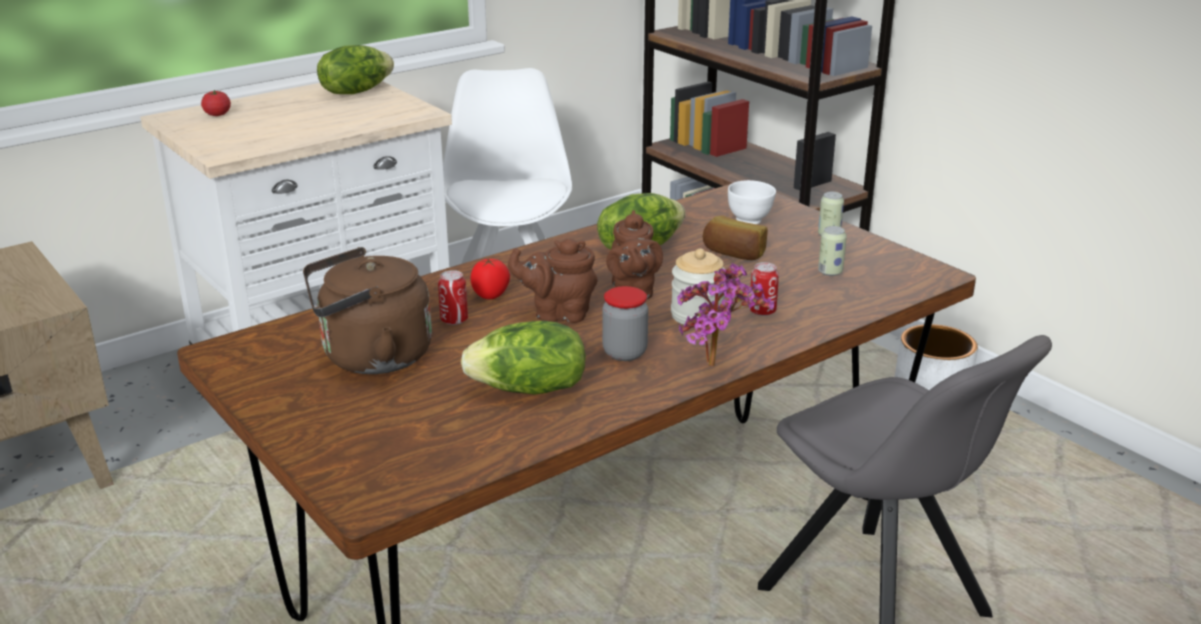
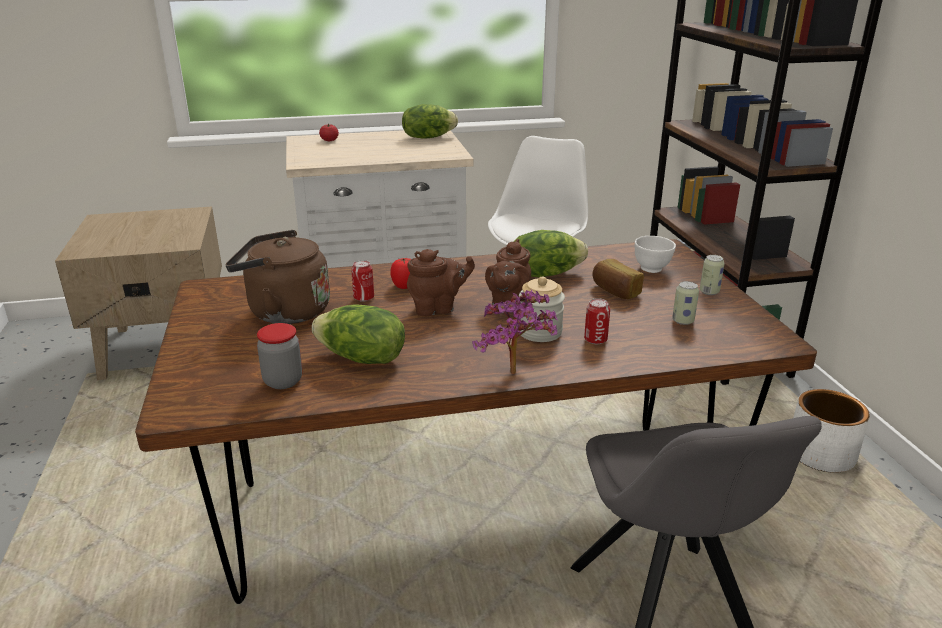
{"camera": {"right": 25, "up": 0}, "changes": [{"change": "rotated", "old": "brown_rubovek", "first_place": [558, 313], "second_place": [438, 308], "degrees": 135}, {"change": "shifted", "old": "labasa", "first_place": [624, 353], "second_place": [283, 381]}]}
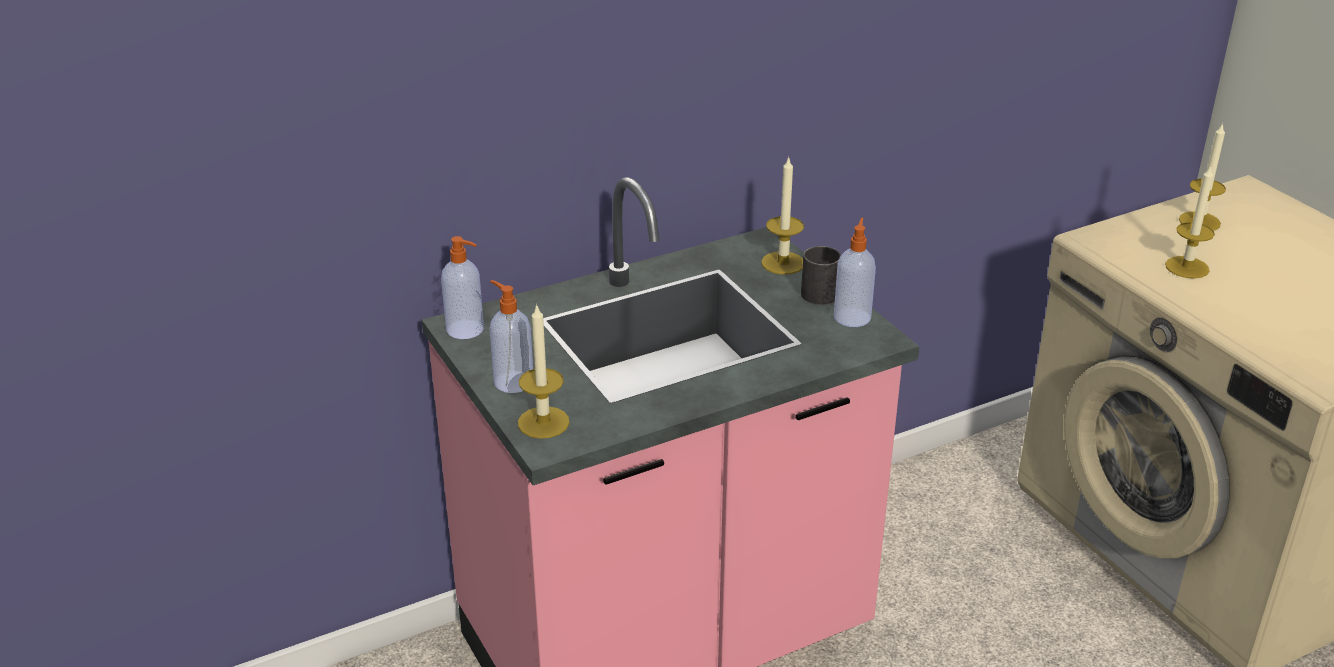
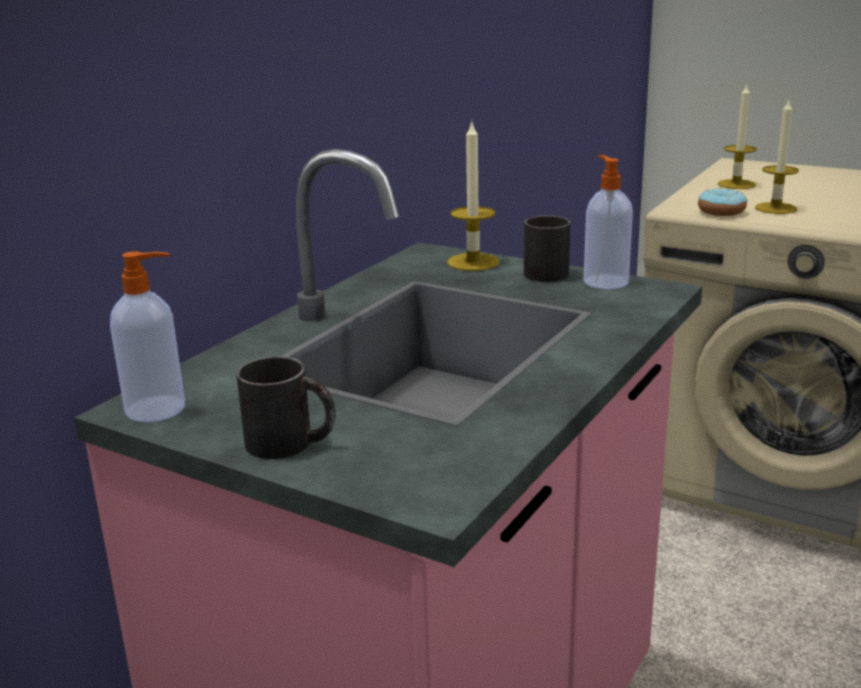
{"camera": {"right": -30, "up": -10}, "changes": [{"change": "swapped", "old": "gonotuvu", "new": "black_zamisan", "first_place": [512, 381], "second_place": [292, 443]}, {"change": "gone", "old": "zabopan", "first_place": [543, 422]}, {"change": "new", "new": "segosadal", "second_place": [721, 211]}]}
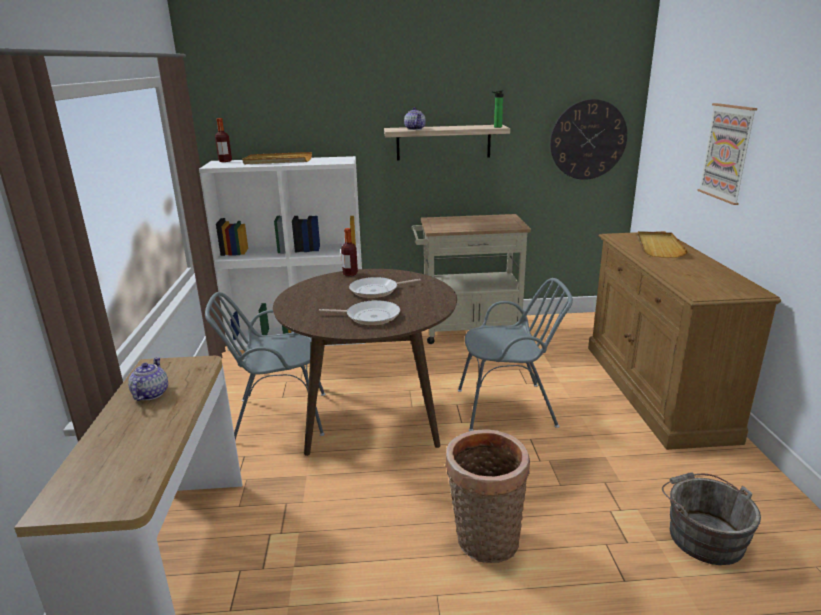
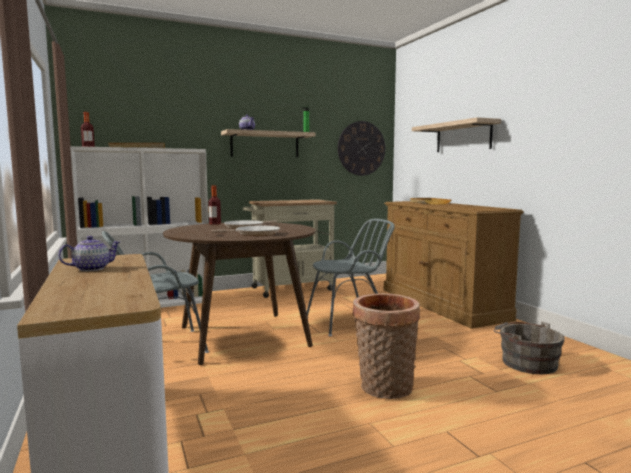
{"camera": {"right": -20, "up": -15}, "changes": [{"change": "swapped", "old": "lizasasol", "new": "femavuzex", "first_place": [727, 152], "second_place": [463, 137]}, {"change": "rotated", "old": "rubovek", "first_place": [150, 394], "second_place": [91, 268], "degrees": 75}]}
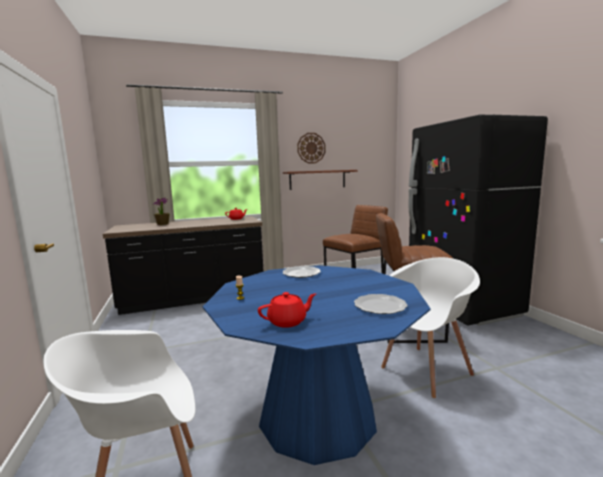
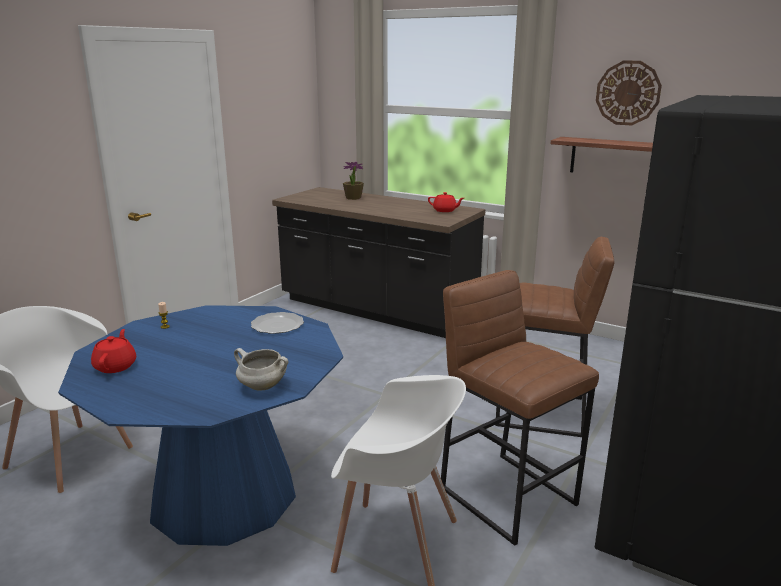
{"camera": {"right": 50, "up": 10}, "changes": [{"change": "rotated", "old": "red_rubovek", "first_place": [288, 321], "second_place": [116, 366], "degrees": -120}, {"change": "gone", "old": "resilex", "first_place": [380, 306]}, {"change": "new", "new": "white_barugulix", "second_place": [261, 387]}]}
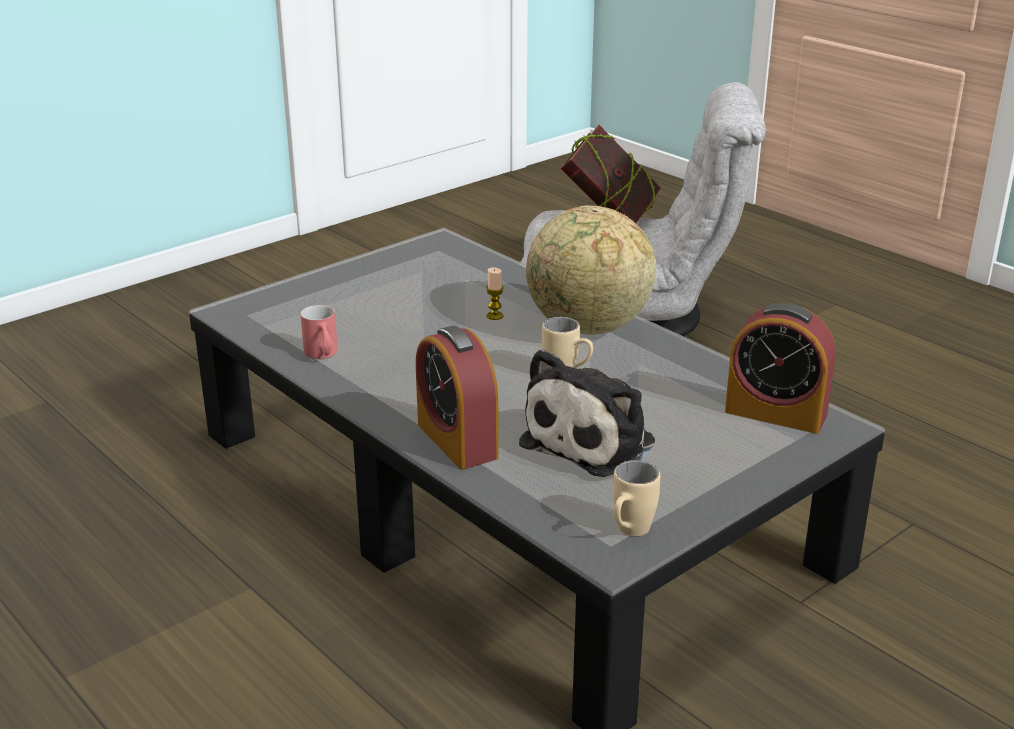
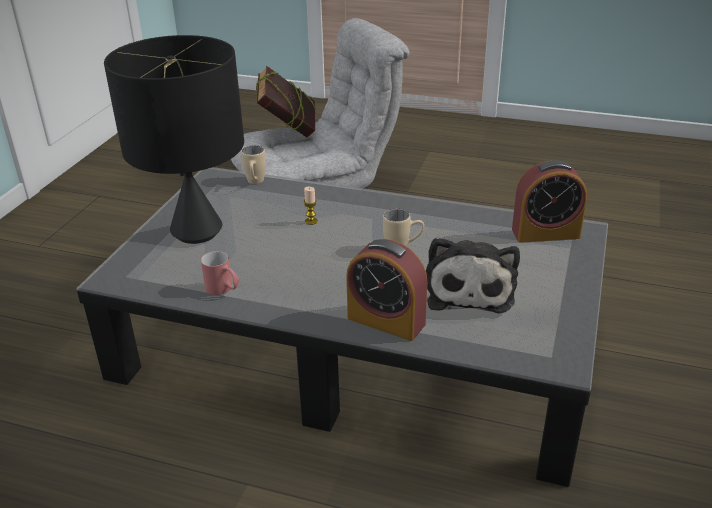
{"camera": {"right": -30, "up": 5}, "changes": [{"change": "gone", "old": "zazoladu", "first_place": [588, 328]}, {"change": "shifted", "old": "beige_zamisan", "first_place": [629, 533], "second_place": [255, 183]}, {"change": "new", "new": "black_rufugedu", "second_place": [197, 233]}]}
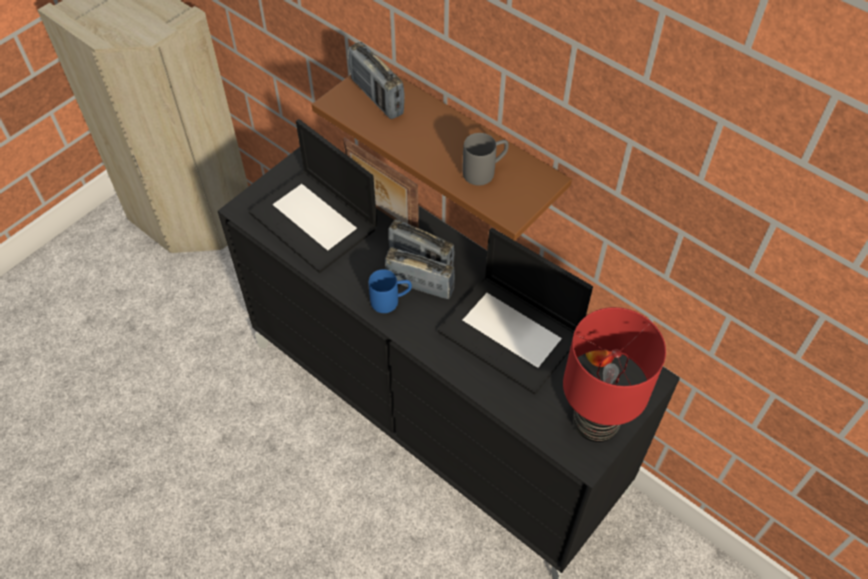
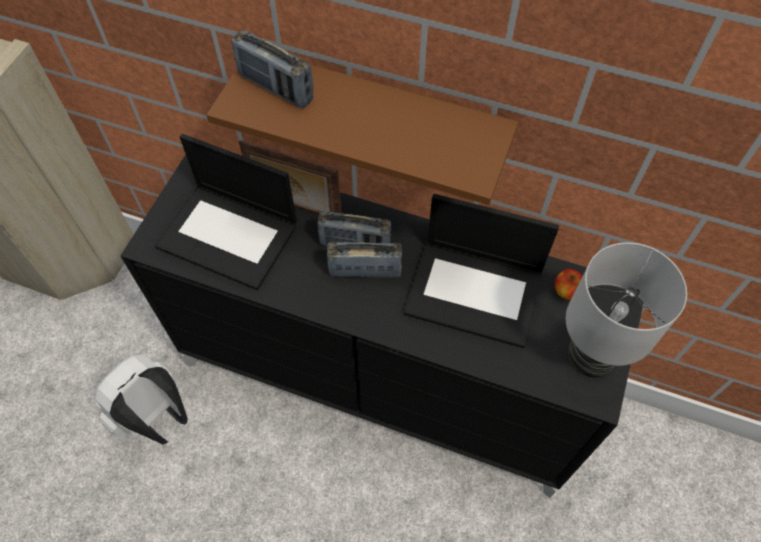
{"camera": {"right": -20, "up": 5}, "changes": [{"change": "gone", "old": "grey_zamisan", "first_place": [485, 171]}, {"change": "gone", "old": "blue_zamisan", "first_place": [391, 301]}, {"change": "repainted", "old": "red_rufugedu", "new": "grey_rufugedu", "first_place": [595, 421], "second_place": [591, 355]}, {"change": "new", "new": "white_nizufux", "second_place": [156, 417]}]}
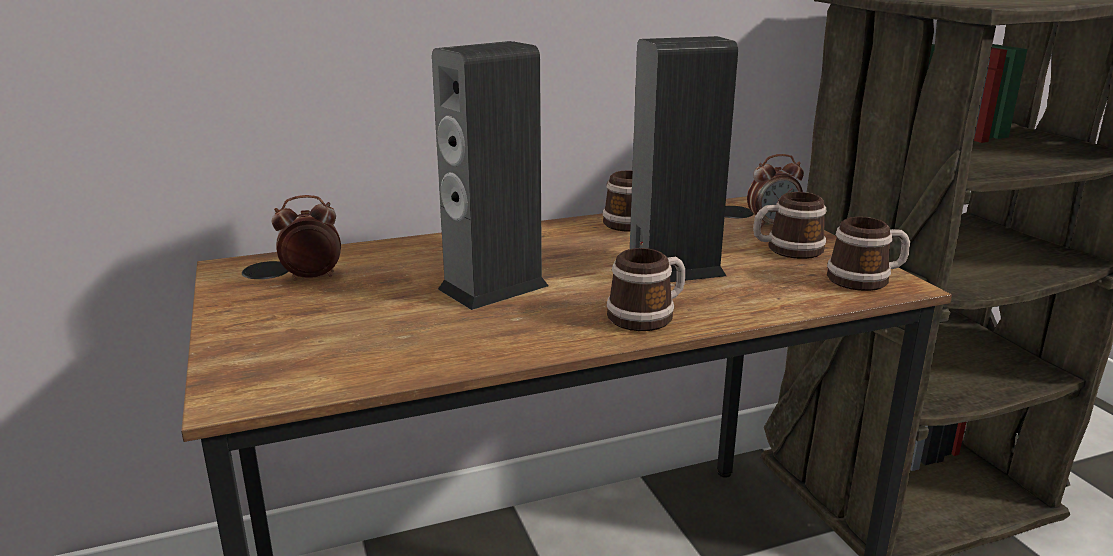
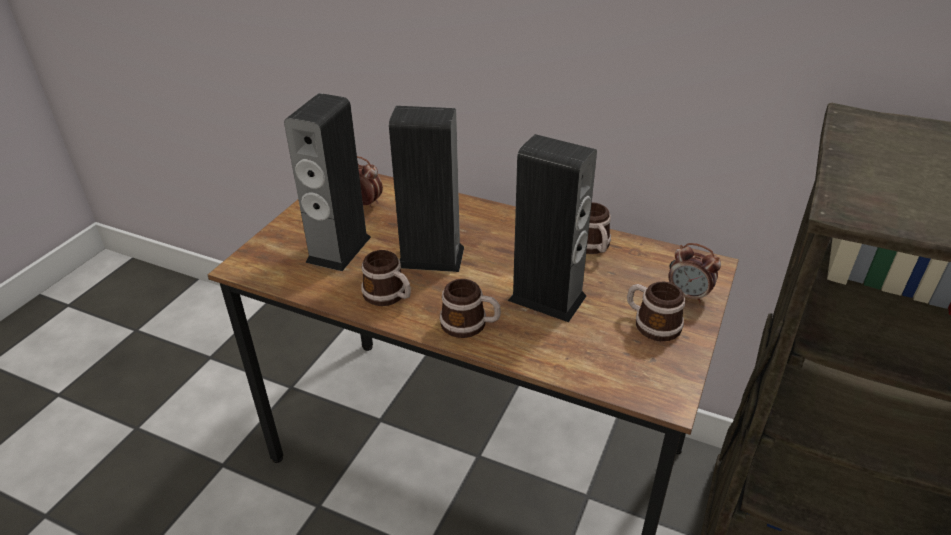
{"camera": {"right": 45, "up": 15}, "changes": [{"change": "shifted", "old": "zamisan", "first_place": [866, 279], "second_place": [389, 296]}, {"change": "new", "new": "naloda", "second_place": [339, 249]}]}
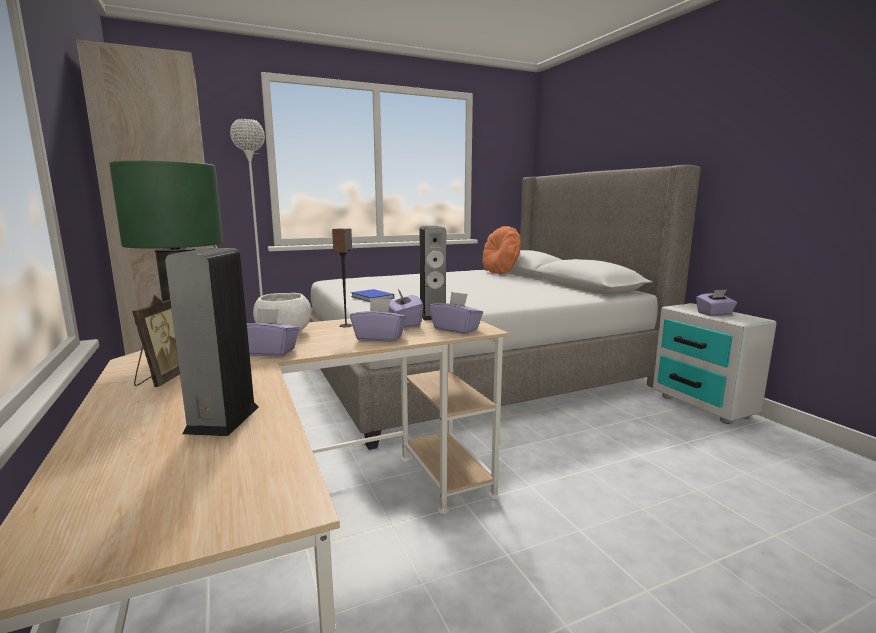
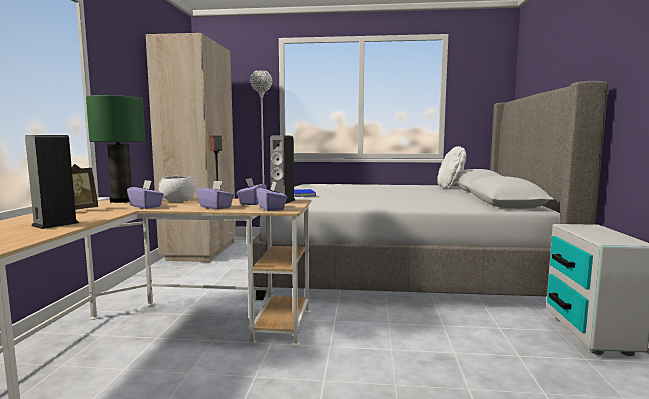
{"camera": {"right": 30, "up": -5}, "changes": [{"change": "repainted", "old": "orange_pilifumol", "new": "white_pilifumol", "first_place": [500, 273], "second_place": [450, 188]}, {"change": "gone", "old": "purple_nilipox", "first_place": [714, 314]}]}
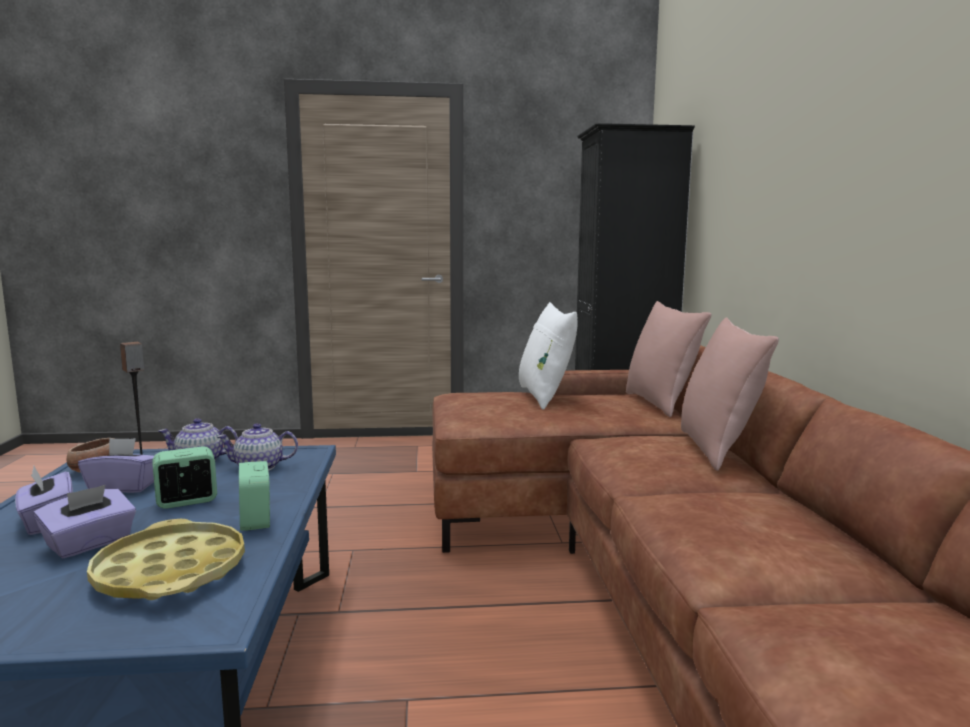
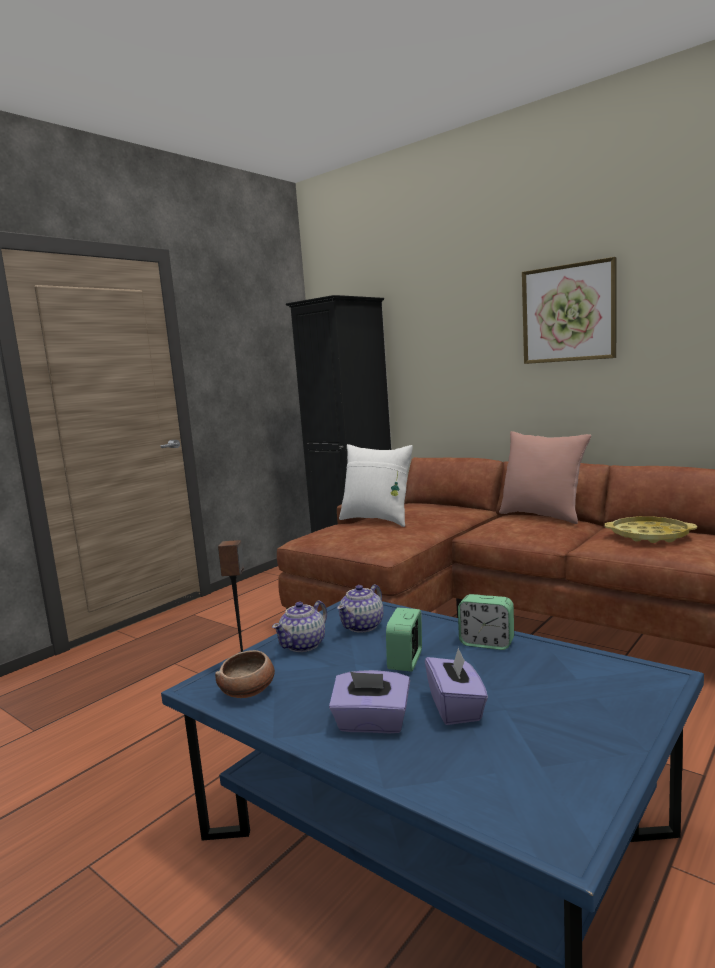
{"camera": {"right": -45, "up": 0}, "changes": [{"change": "gone", "old": "pink_pilifumol", "first_place": [660, 404]}, {"change": "gone", "old": "purple_nilipox", "first_place": [123, 487]}, {"change": "shifted", "old": "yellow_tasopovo", "first_place": [171, 571], "second_place": [649, 535]}, {"change": "new", "new": "lizasasol", "second_place": [568, 313]}]}
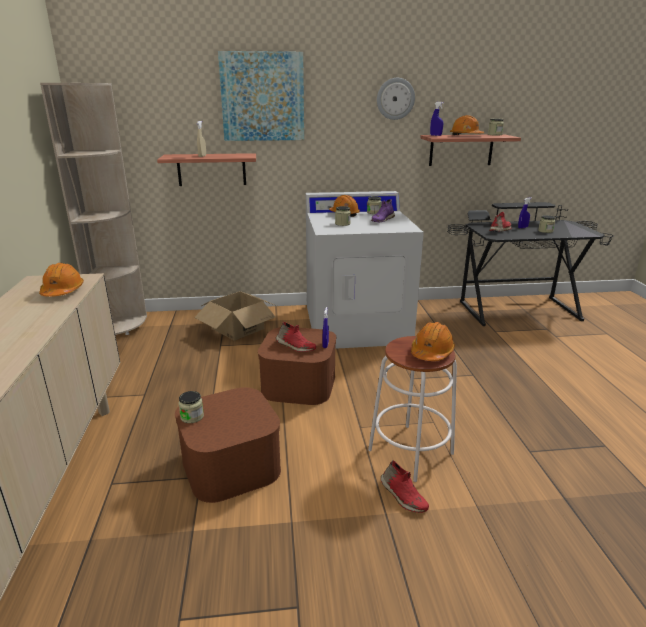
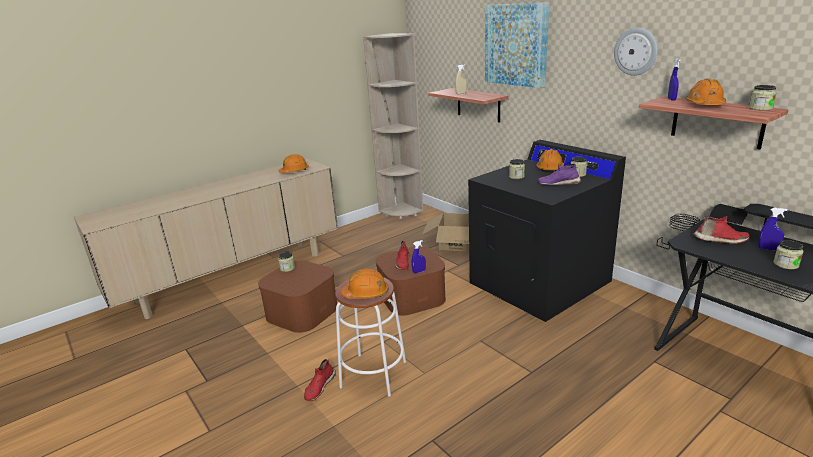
{"camera": {"right": 60, "up": 0}, "changes": [{"change": "repainted", "old": "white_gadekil", "new": "black_gadekil", "first_place": [357, 324], "second_place": [540, 282]}]}
